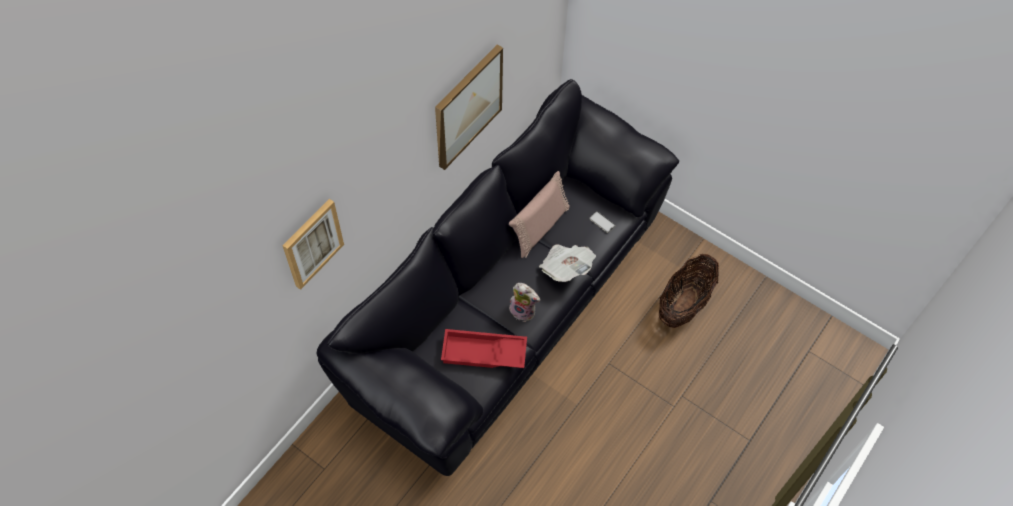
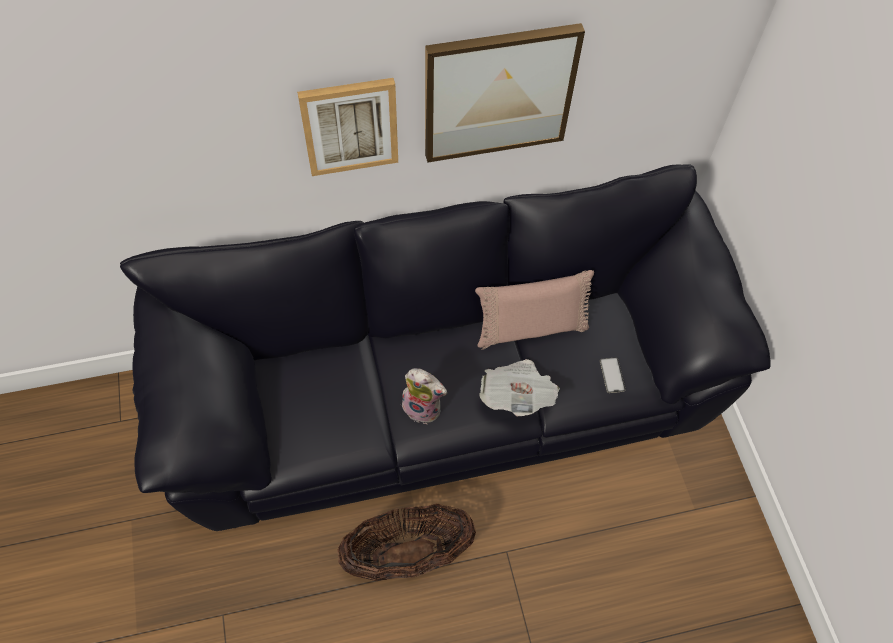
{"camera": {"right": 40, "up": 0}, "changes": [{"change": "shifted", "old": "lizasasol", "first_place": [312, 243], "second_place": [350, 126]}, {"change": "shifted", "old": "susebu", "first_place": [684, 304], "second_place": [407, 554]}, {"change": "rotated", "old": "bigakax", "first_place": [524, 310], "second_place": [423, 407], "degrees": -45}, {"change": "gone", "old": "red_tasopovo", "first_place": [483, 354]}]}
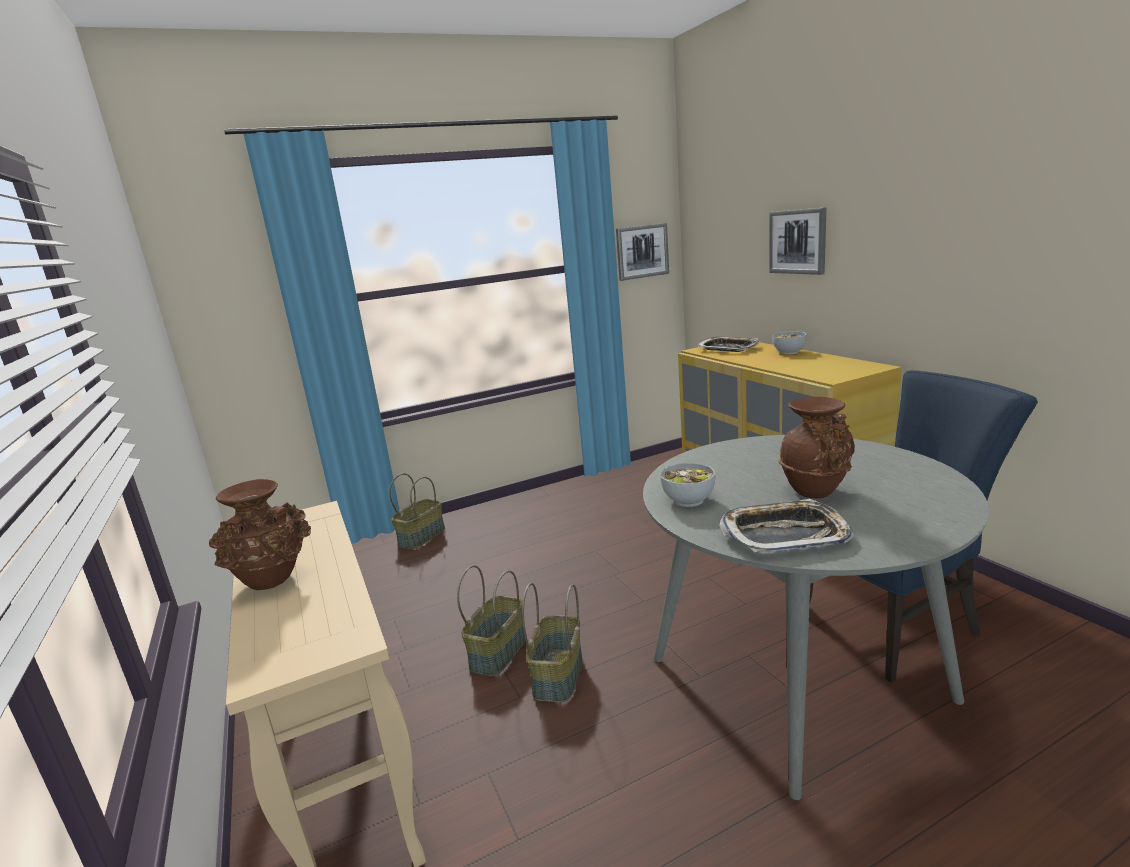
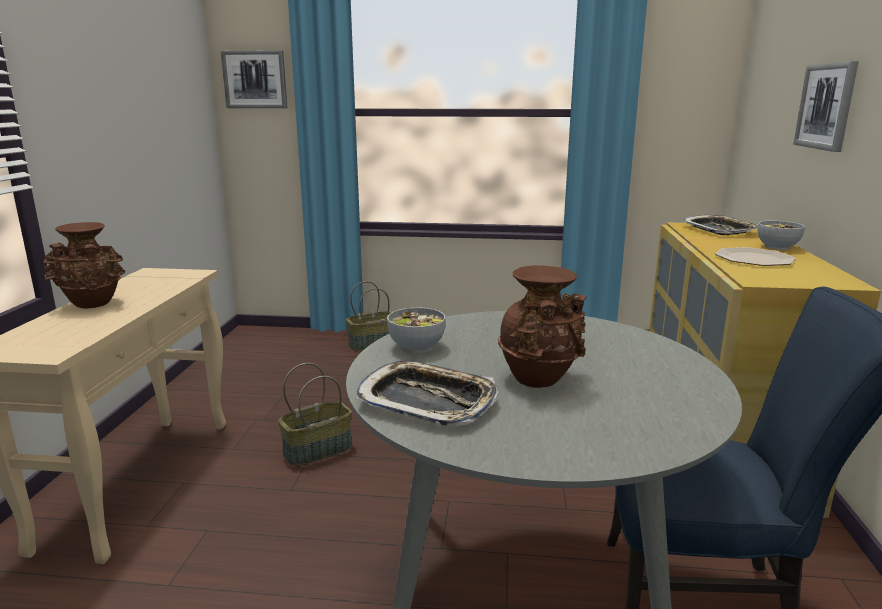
{"camera": {"right": 30, "up": 0}, "changes": [{"change": "shifted", "old": "lizasasol", "first_place": [642, 251], "second_place": [255, 79]}, {"change": "gone", "old": "susebu", "first_place": [559, 676]}, {"change": "new", "new": "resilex", "second_place": [754, 259]}]}
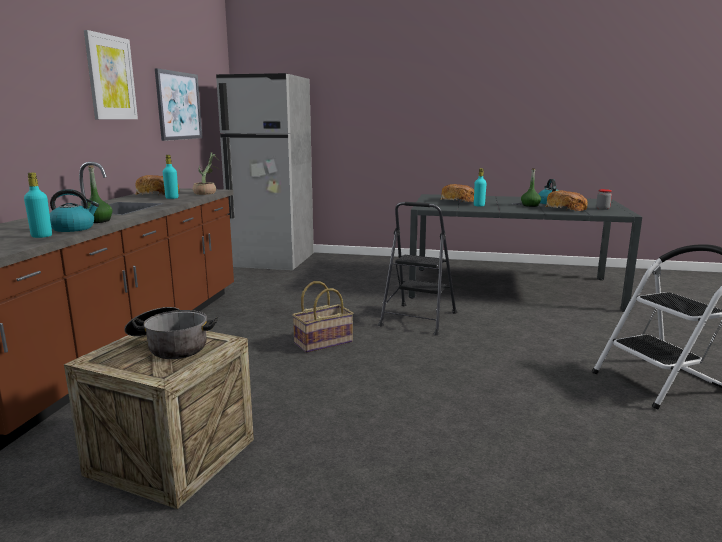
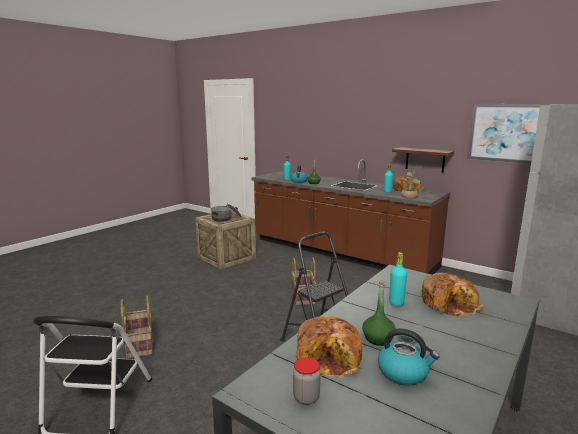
{"camera": {"right": 115, "up": 0}, "changes": [{"change": "gone", "old": "lizasasol", "first_place": [111, 78]}, {"change": "new", "new": "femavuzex", "second_place": [425, 159]}, {"change": "new", "new": "susebu", "second_place": [139, 345]}]}
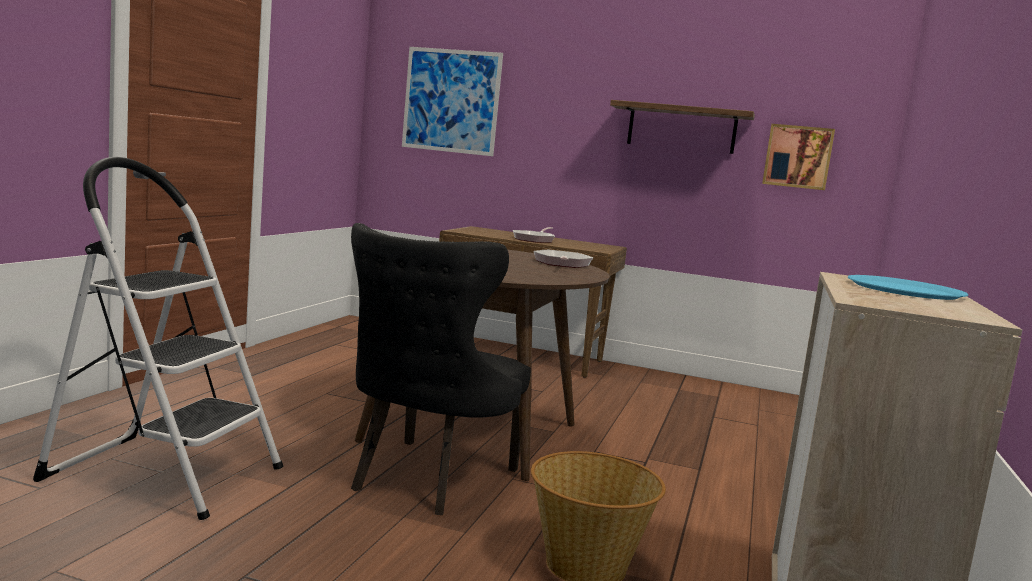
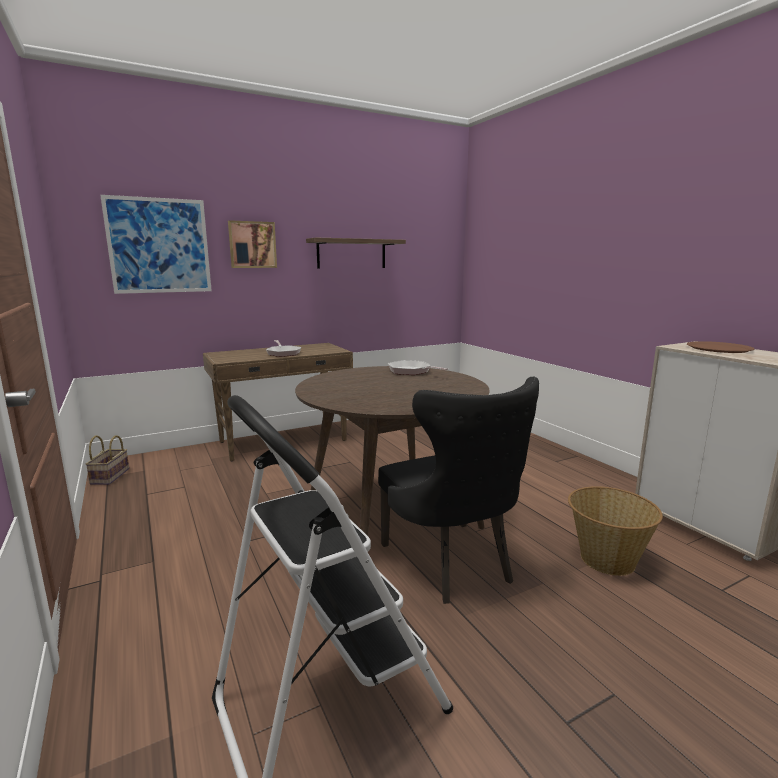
{"camera": {"right": -45, "up": 5}, "changes": [{"change": "shifted", "old": "lizasasol", "first_place": [797, 157], "second_place": [252, 245]}, {"change": "repainted", "old": "blue_resilex", "new": "brown_resilex", "first_place": [905, 290], "second_place": [719, 348]}, {"change": "new", "new": "susebu", "second_place": [110, 477]}]}
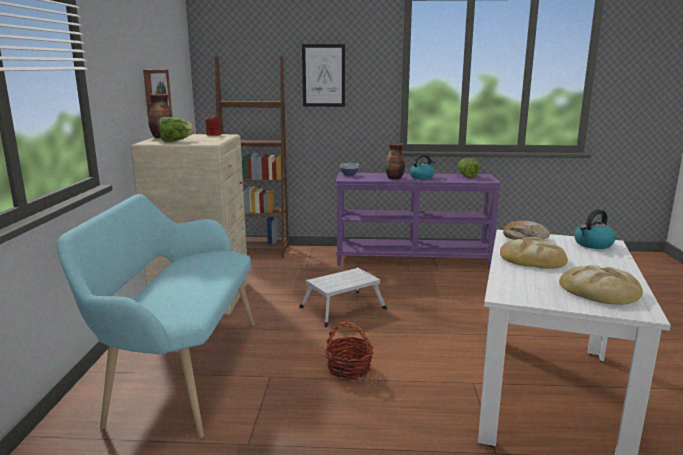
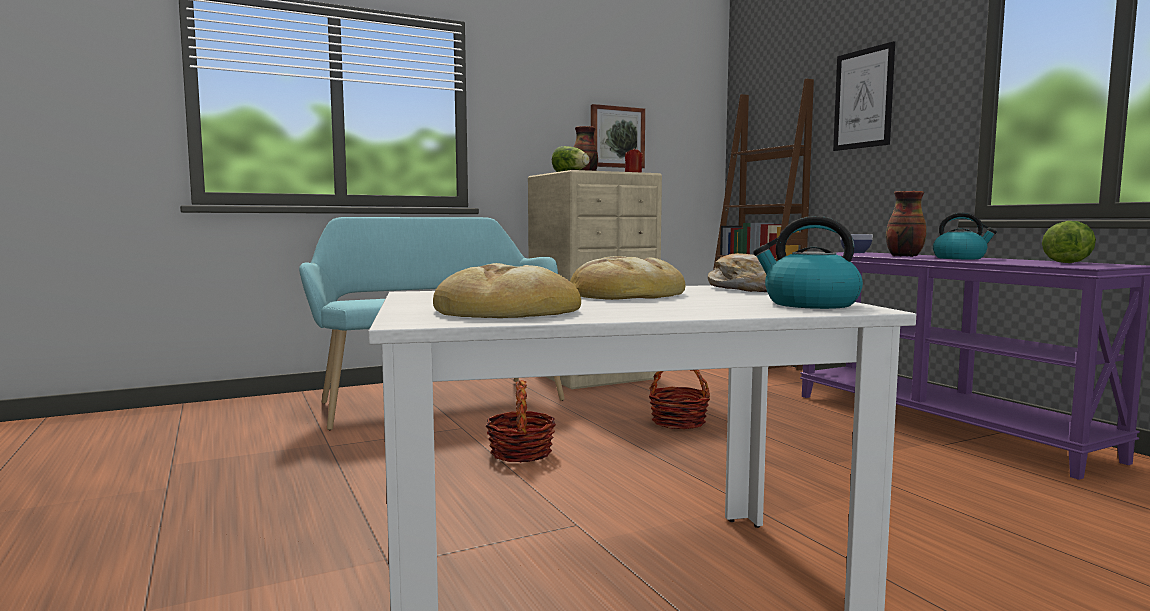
{"camera": {"right": 60, "up": -10}, "changes": [{"change": "swapped", "old": "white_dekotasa", "new": "susebu", "first_place": [343, 308], "second_place": [678, 422]}]}
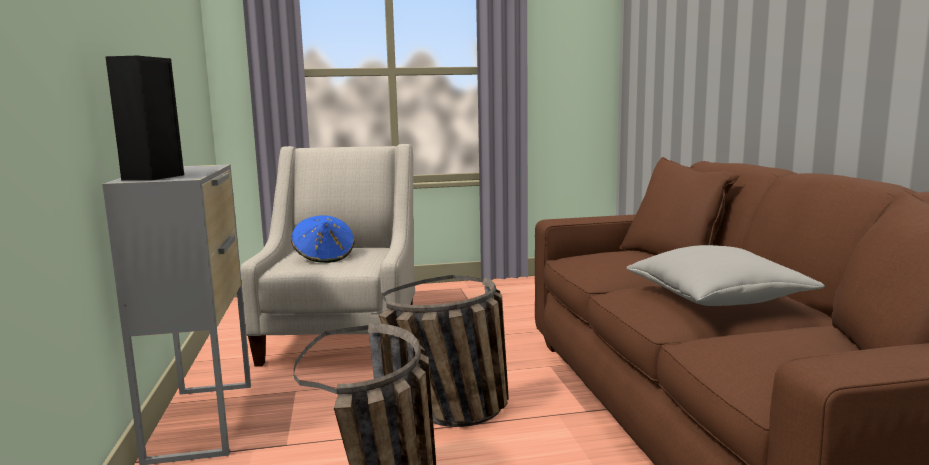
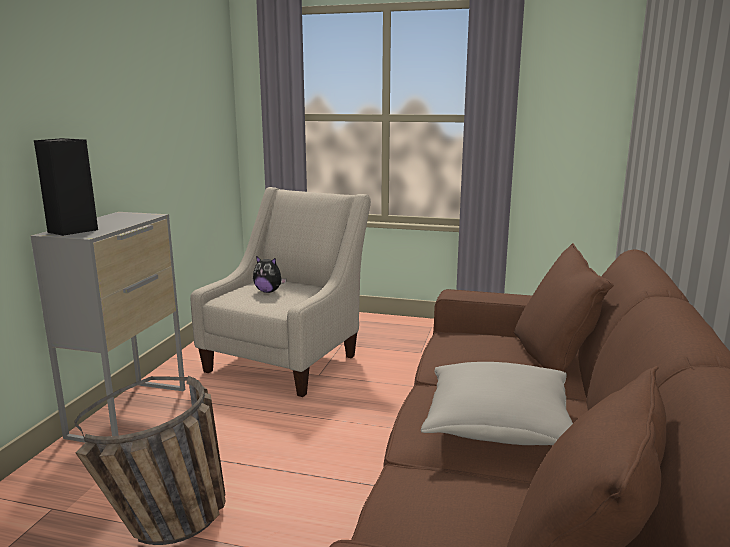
{"camera": {"right": 25, "up": 5}, "changes": [{"change": "swapped", "old": "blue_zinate", "new": "bigakax", "first_place": [324, 257], "second_place": [268, 291]}, {"change": "gone", "old": "susebu", "first_place": [453, 417]}]}
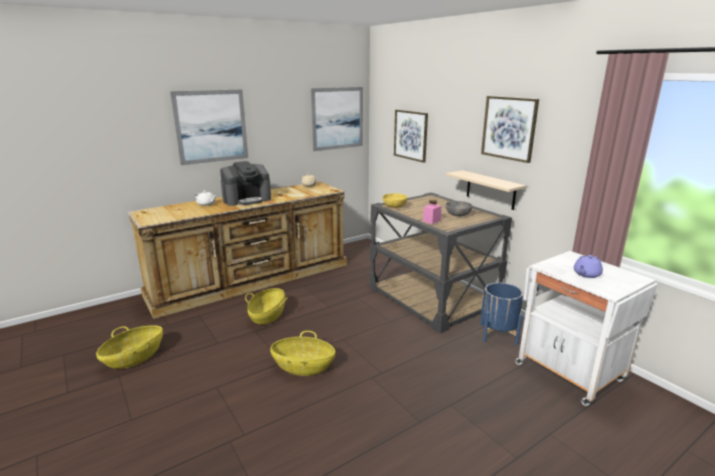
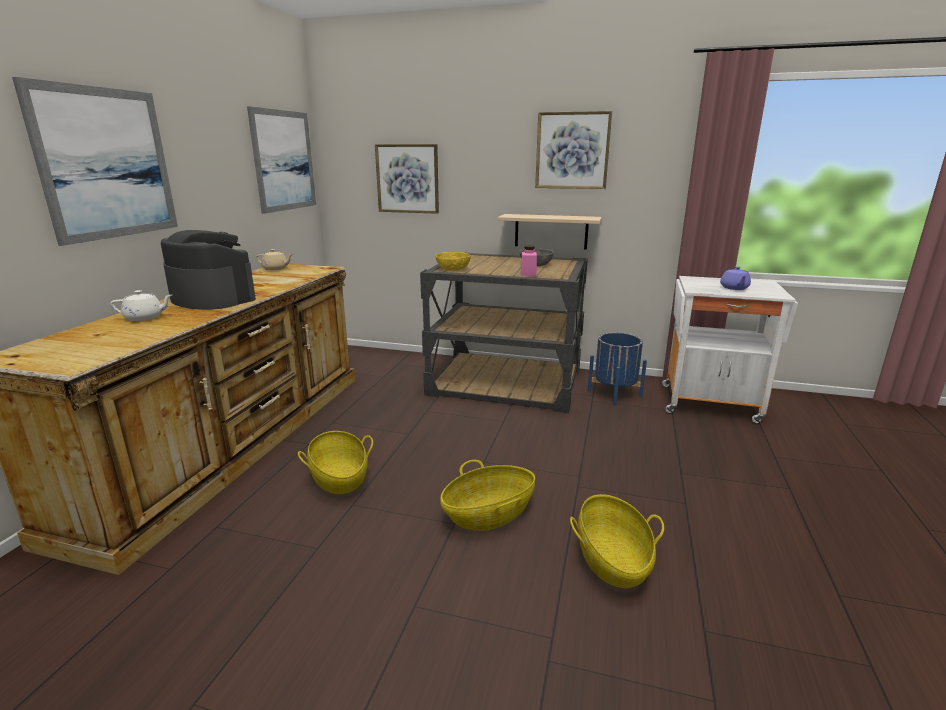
{"camera": {"right": -40, "up": 0}, "changes": [{"change": "rotated", "old": "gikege", "first_place": [247, 199], "second_place": [212, 298], "degrees": -75}, {"change": "shifted", "old": "susebu", "first_place": [134, 357], "second_place": [612, 559]}]}
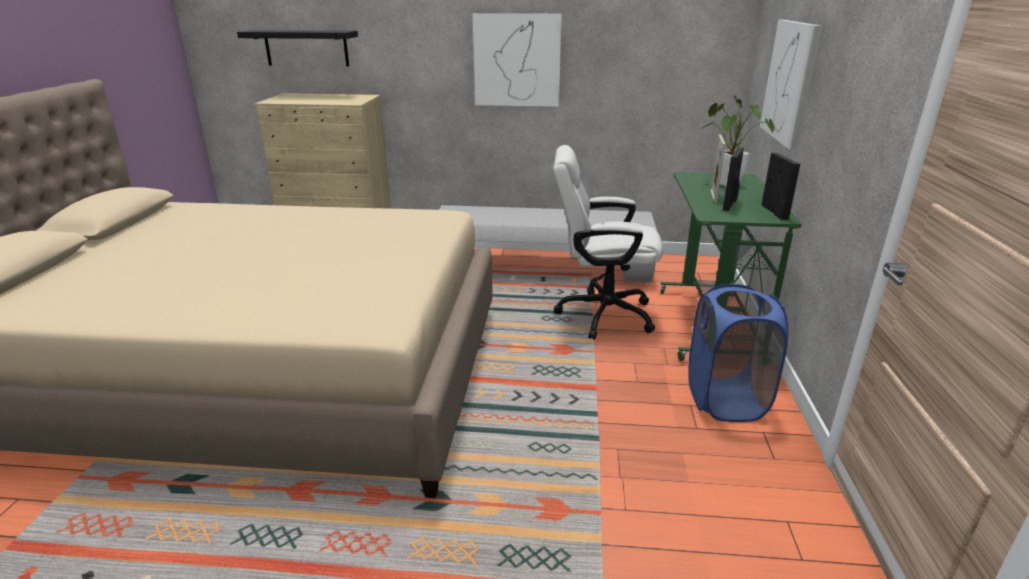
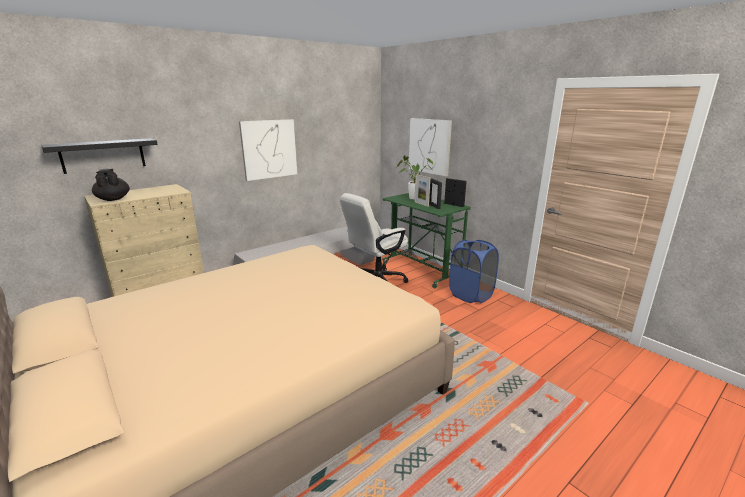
{"camera": {"right": -45, "up": -5}, "changes": [{"change": "new", "new": "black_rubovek", "second_place": [113, 199]}]}
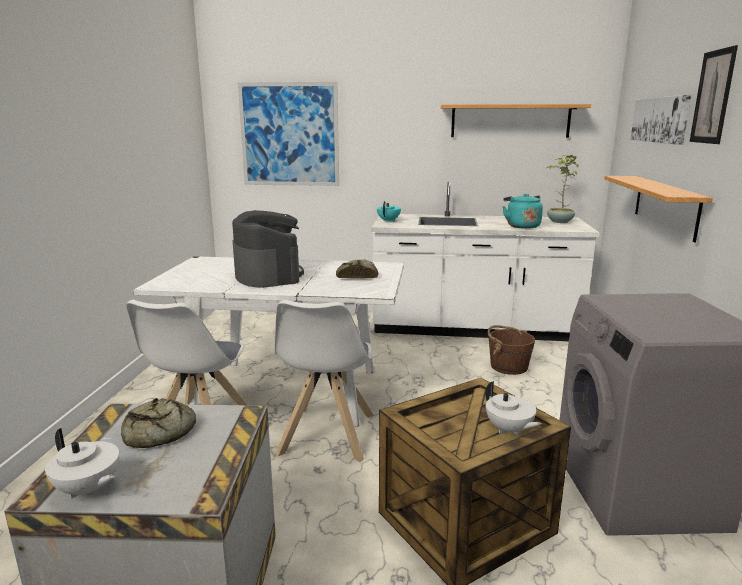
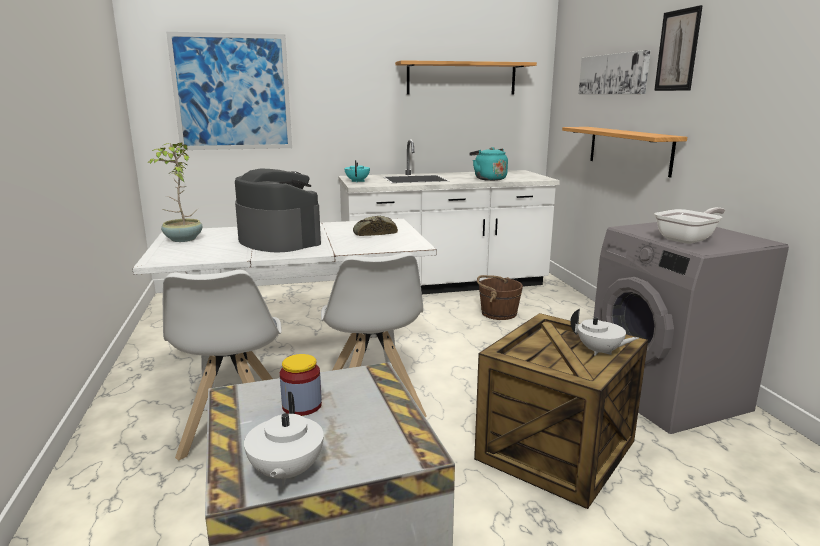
{"camera": {"right": -20, "up": 0}, "changes": [{"change": "shifted", "old": "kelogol", "first_place": [559, 222], "second_place": [182, 239]}, {"change": "swapped", "old": "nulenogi", "new": "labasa", "first_place": [158, 433], "second_place": [302, 406]}, {"change": "rotated", "old": "white_rubovek", "first_place": [88, 490], "second_place": [285, 473], "degrees": 75}, {"change": "new", "new": "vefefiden", "second_place": [688, 239]}]}
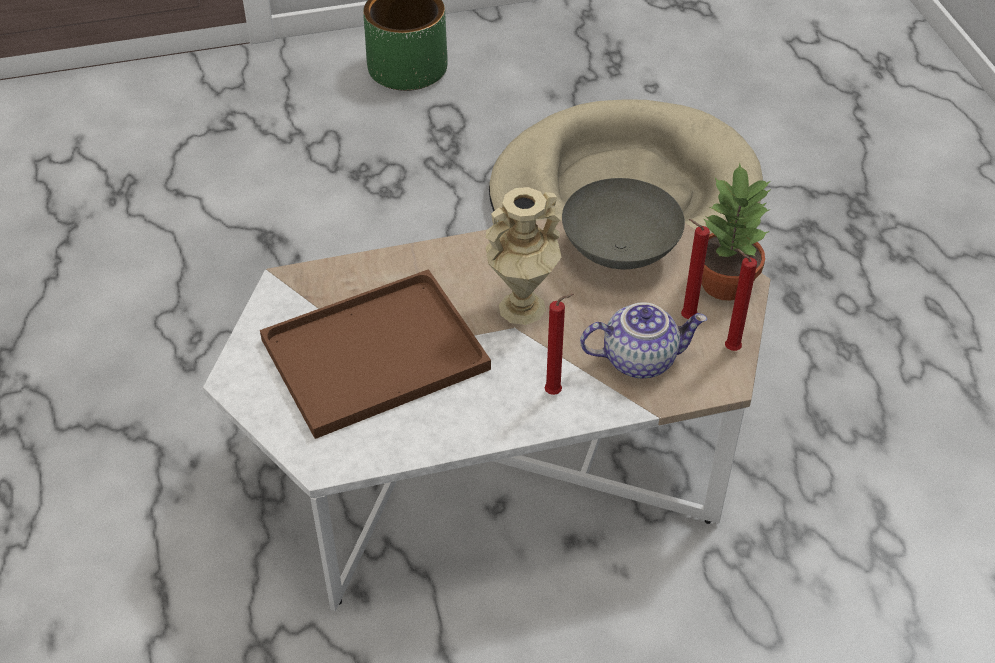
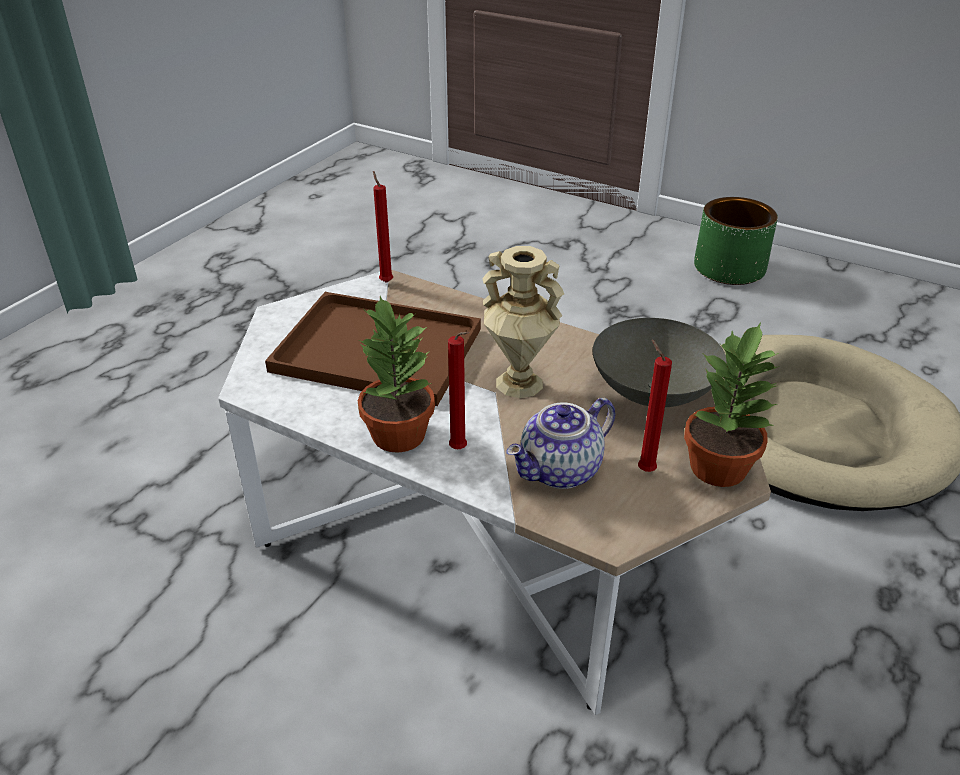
{"camera": {"right": 45, "up": -10}, "changes": [{"change": "shifted", "old": "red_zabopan", "first_place": [729, 348], "second_place": [385, 281]}, {"change": "rotated", "old": "rubovek", "first_place": [640, 358], "second_place": [561, 472], "degrees": 105}, {"change": "new", "new": "kelogol", "second_place": [397, 434]}]}
